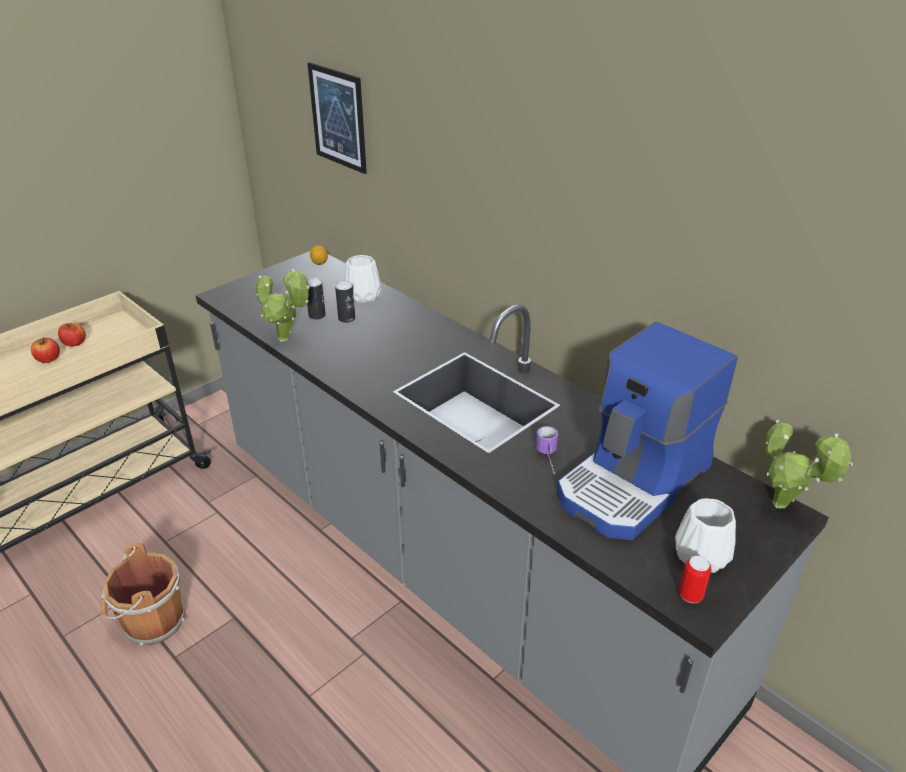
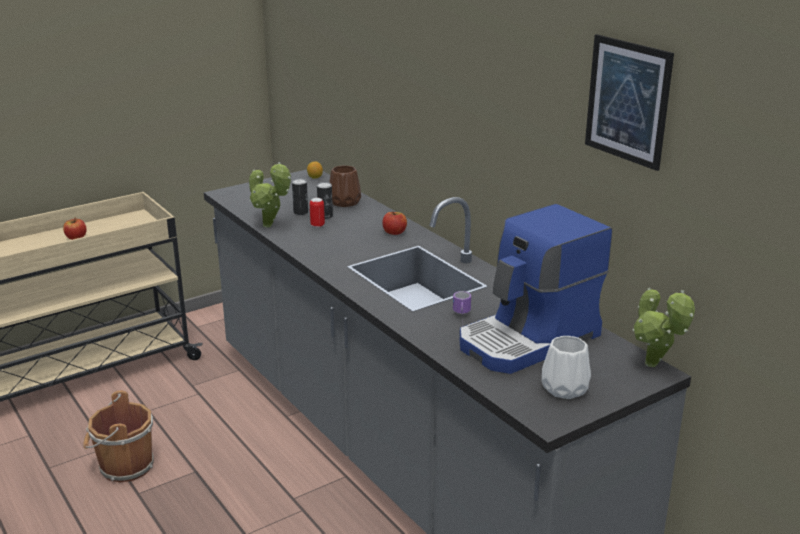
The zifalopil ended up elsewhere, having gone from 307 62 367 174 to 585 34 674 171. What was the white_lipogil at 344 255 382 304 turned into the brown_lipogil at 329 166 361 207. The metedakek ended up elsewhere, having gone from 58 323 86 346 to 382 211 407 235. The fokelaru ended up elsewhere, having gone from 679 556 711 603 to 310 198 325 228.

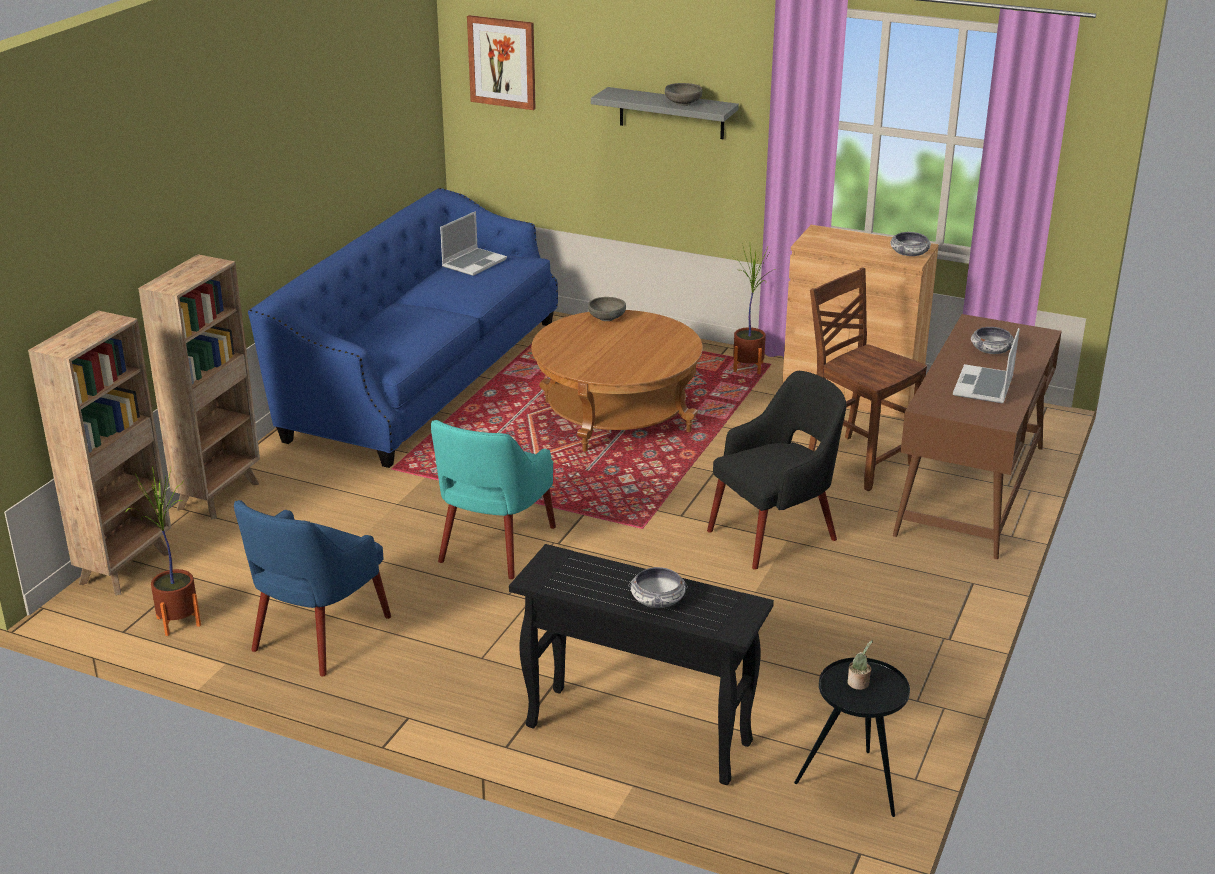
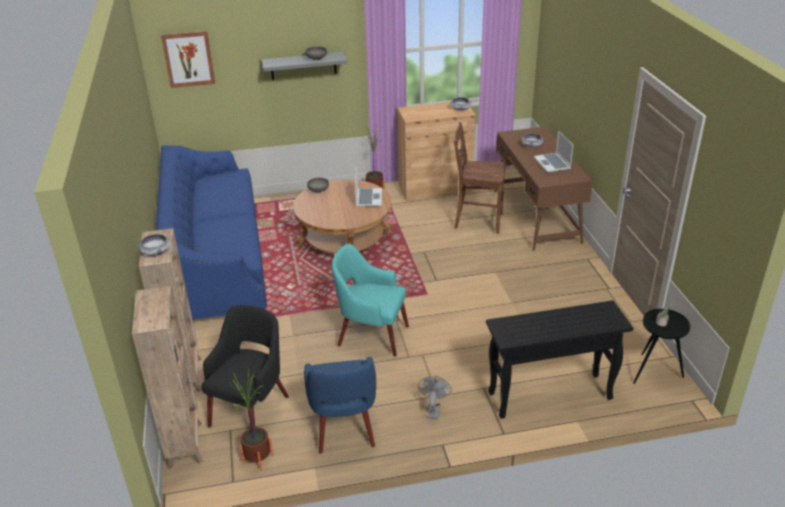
The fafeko ended up elsewhere, having gone from 440 211 507 276 to 355 167 382 207. The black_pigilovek ended up elsewhere, having gone from 707 371 846 570 to 201 305 289 428. The turquoise_pigilovek at 431 420 556 579 ended up facing another way, 120 degrees clockwise from before. The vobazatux ended up elsewhere, having gone from 629 567 688 608 to 138 234 170 256. The second view gained the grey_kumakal at 418 376 452 420.

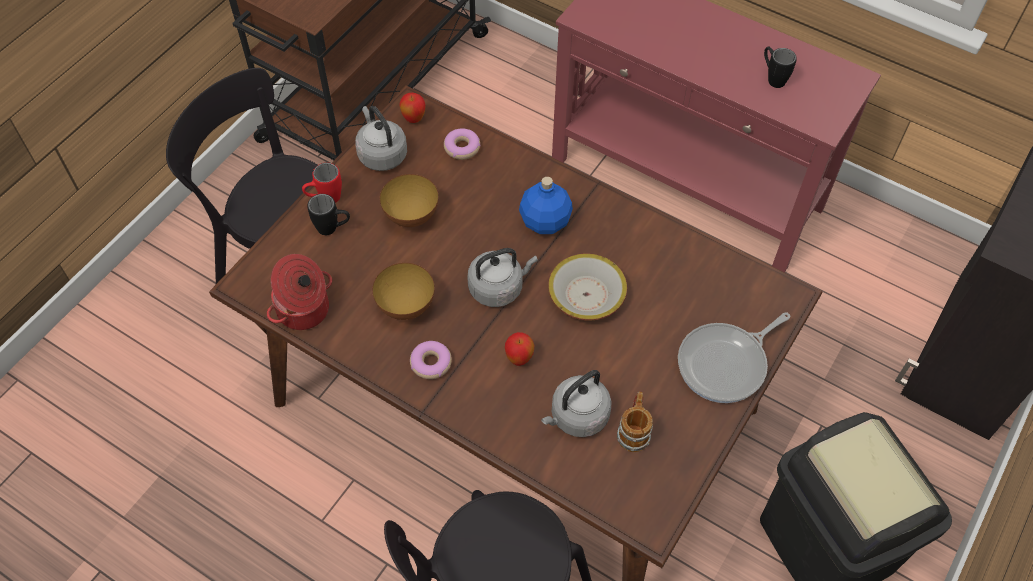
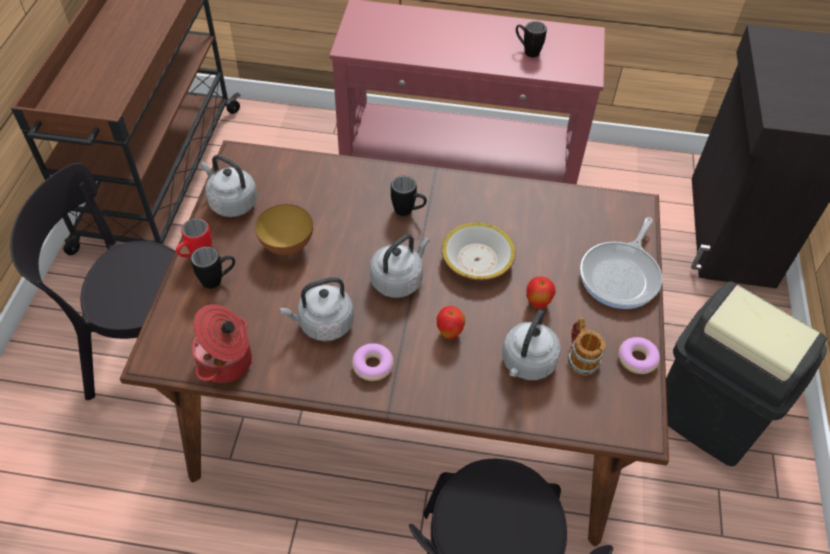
The metedakek ended up elsewhere, having gone from 399 93 425 123 to 526 277 555 309. The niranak ended up elsewhere, having gone from 444 128 481 160 to 618 337 660 374. Where the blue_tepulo stood at 519 177 573 234, the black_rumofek came to stand at 391 176 427 216. Where the vobazatux stood at 372 263 435 320, the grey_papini came to stand at 280 277 354 341.

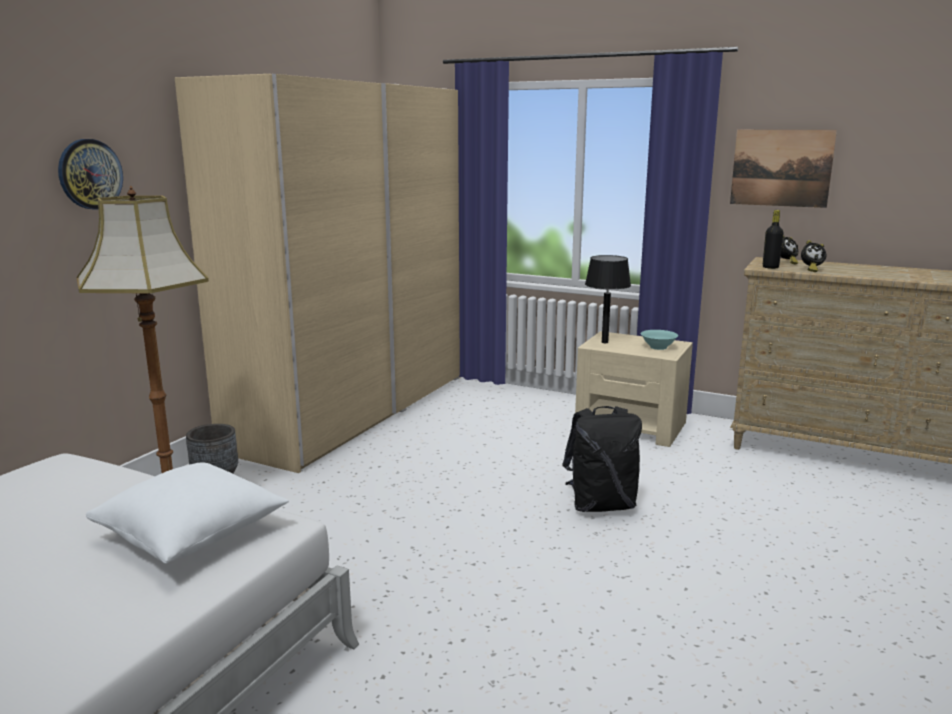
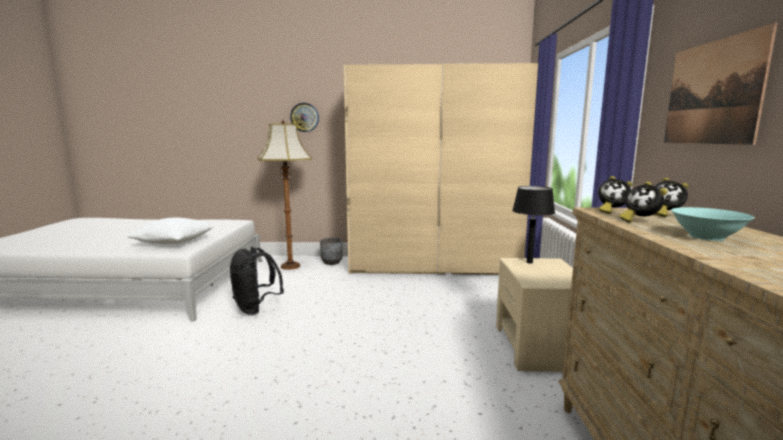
Where the black_tepulo stood at 763 210 783 269, the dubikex came to stand at 598 176 632 214. The turquoise_vobazatux ended up elsewhere, having gone from 641 330 678 350 to 671 207 755 241. The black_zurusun ended up elsewhere, having gone from 562 406 642 512 to 230 247 284 315.

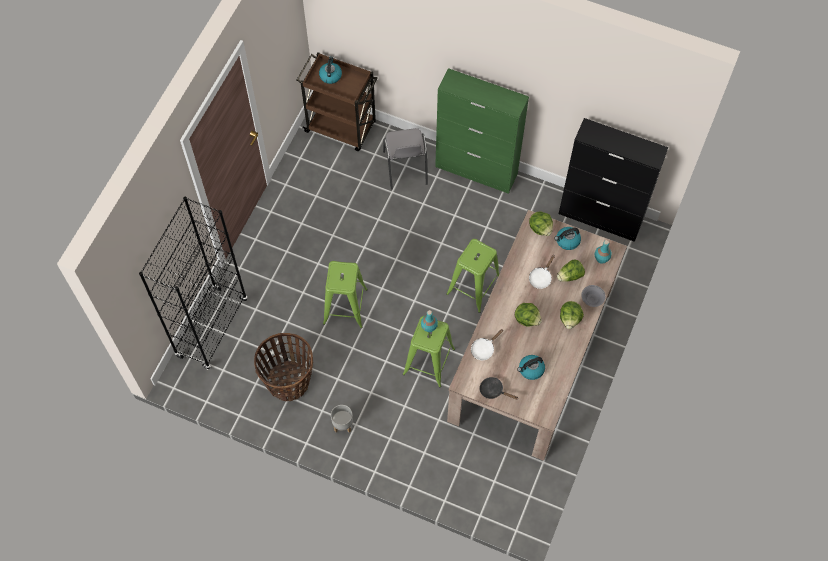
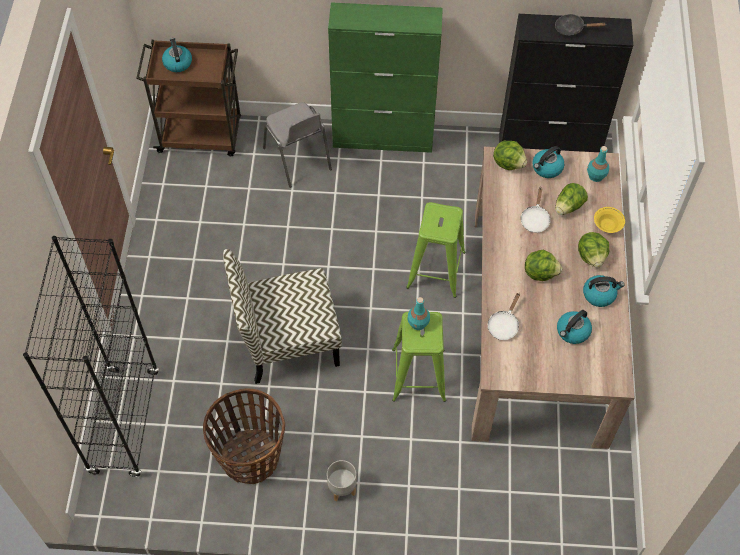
Where the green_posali stood at 323 261 368 328, the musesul came to stand at 223 249 342 384. What was the grey_vobazatux at 581 285 606 307 turned into the yellow_vobazatux at 594 207 625 233. The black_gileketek ended up elsewhere, having gone from 479 377 518 399 to 555 14 606 37. The second view gained the papini at 583 275 625 307.

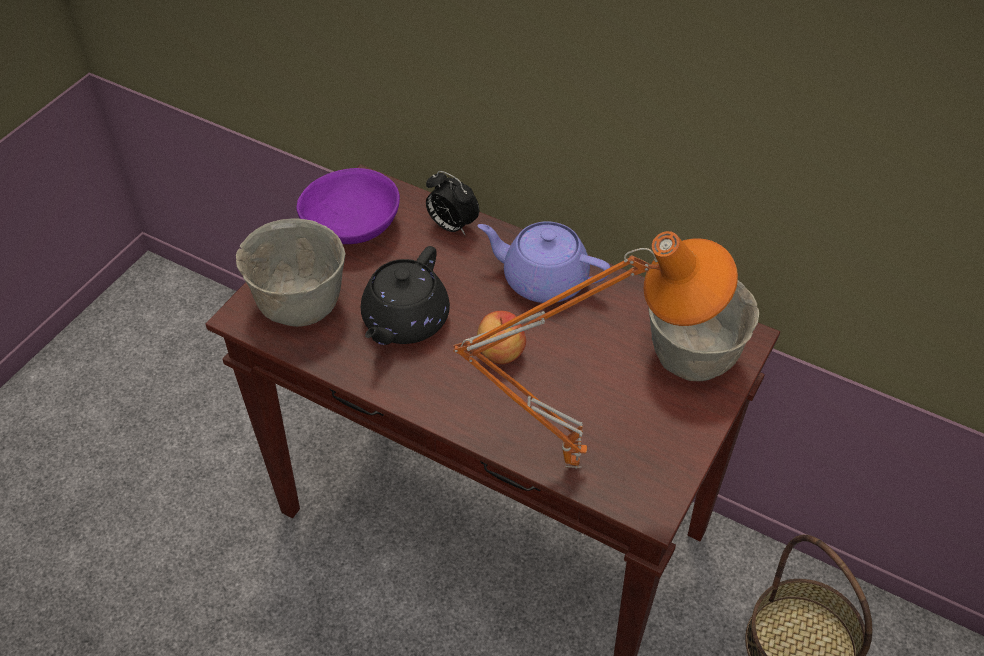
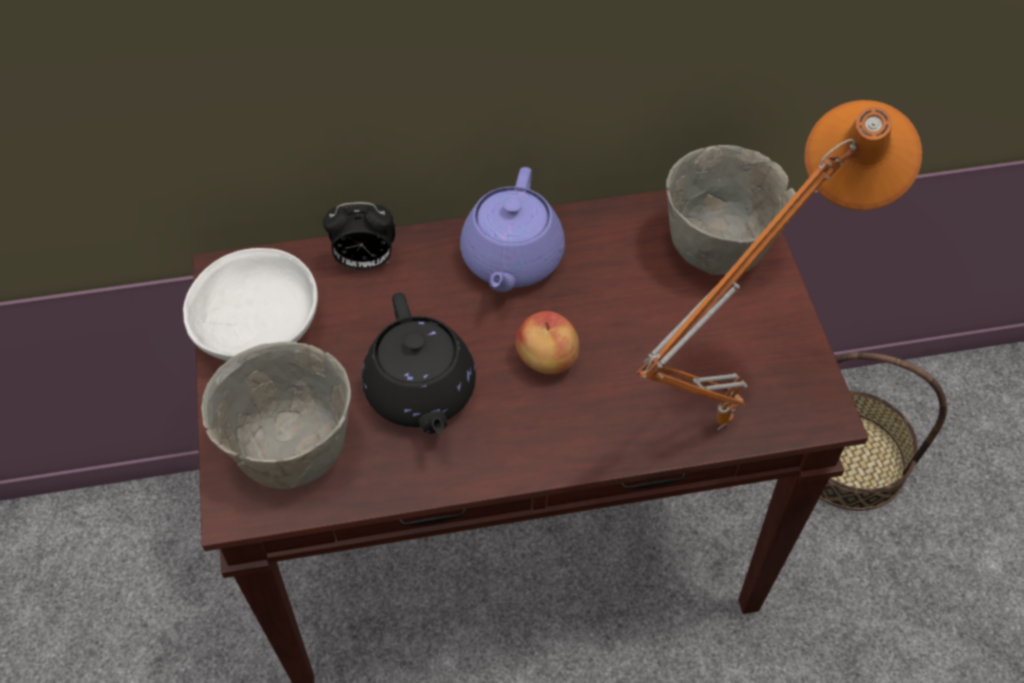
What was the purple_vobazatux at 296 168 400 244 turned into the white_vobazatux at 183 248 318 361. The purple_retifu at 478 221 610 303 ended up facing another way, 60 degrees counterclockwise from before.

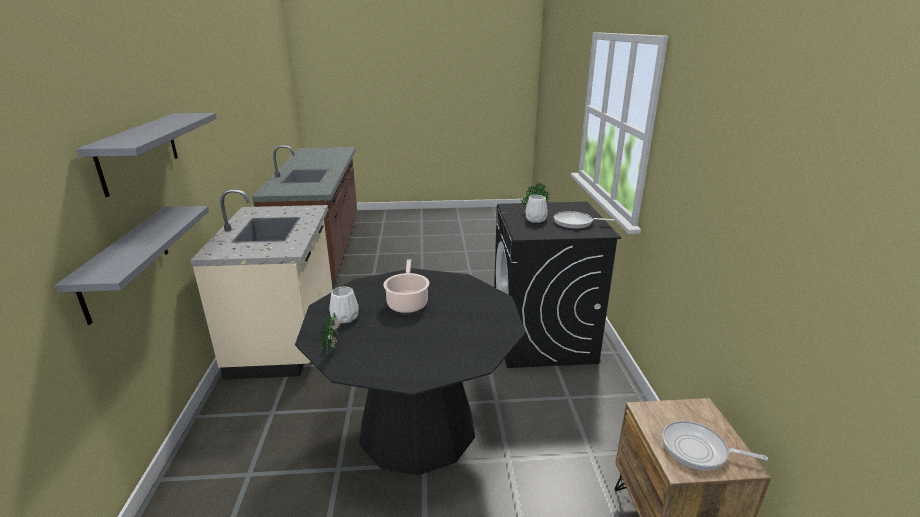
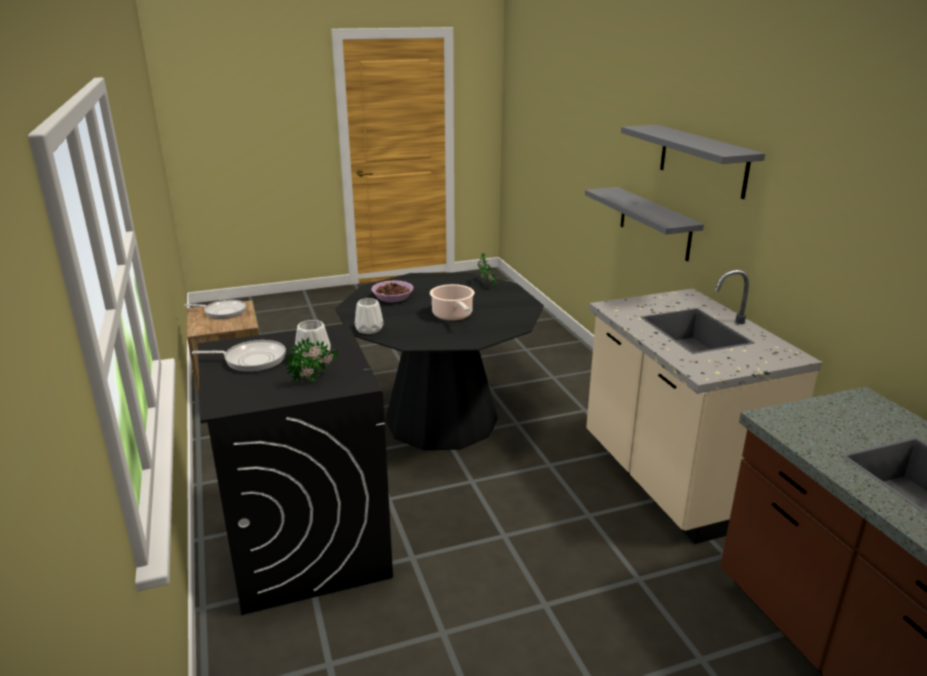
The white_lipogil ended up elsewhere, having gone from 329 286 359 324 to 355 298 384 334. The second view gained the vobazatux at 371 281 414 302.

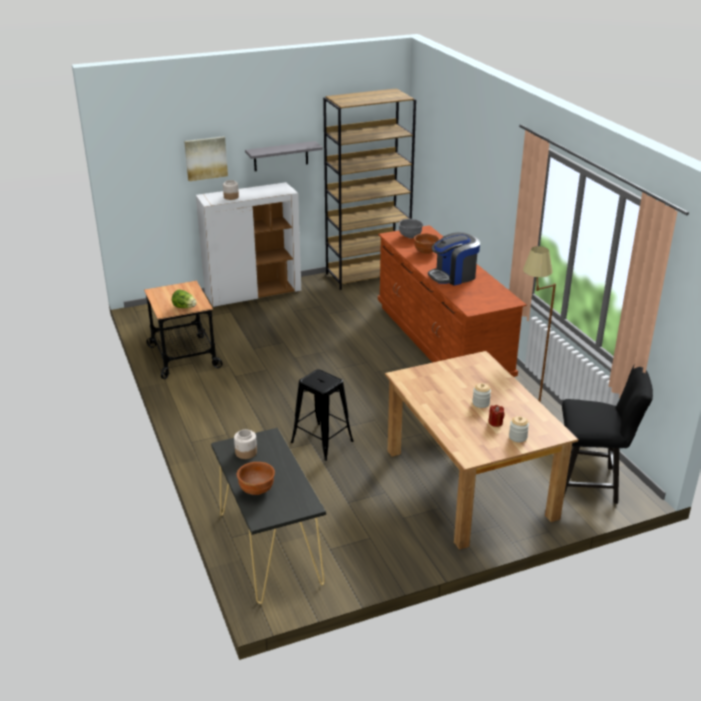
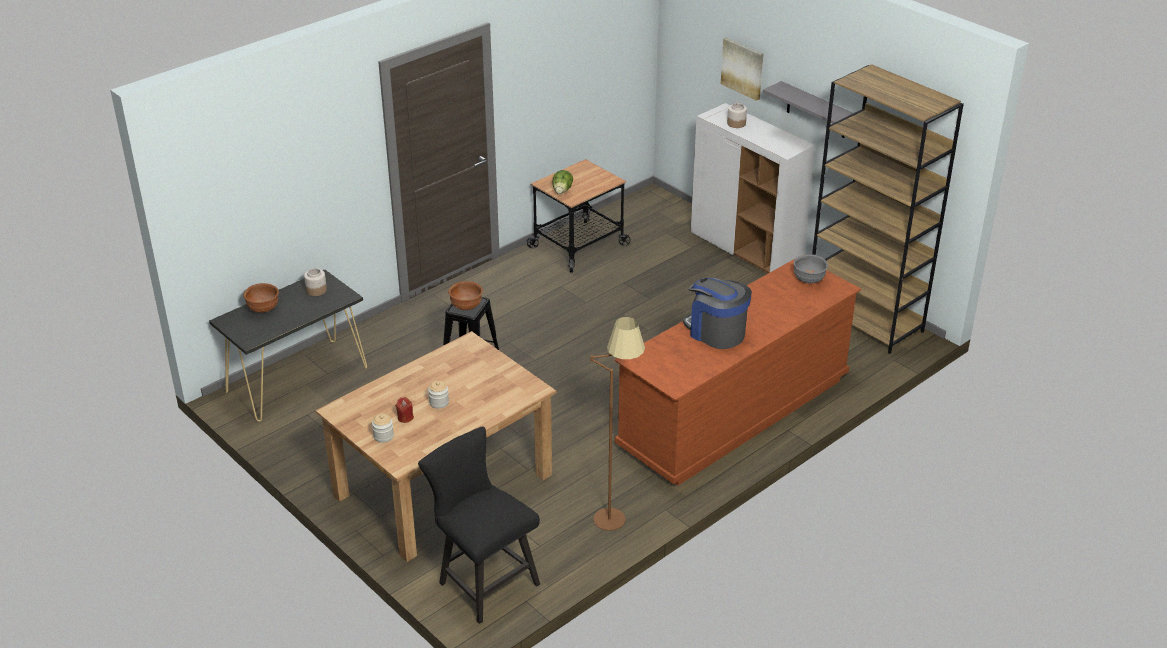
The brown_vobazatux ended up elsewhere, having gone from 414 234 440 254 to 448 281 483 310. The black_musesul at 562 365 653 504 ended up facing another way, 150 degrees clockwise from before.

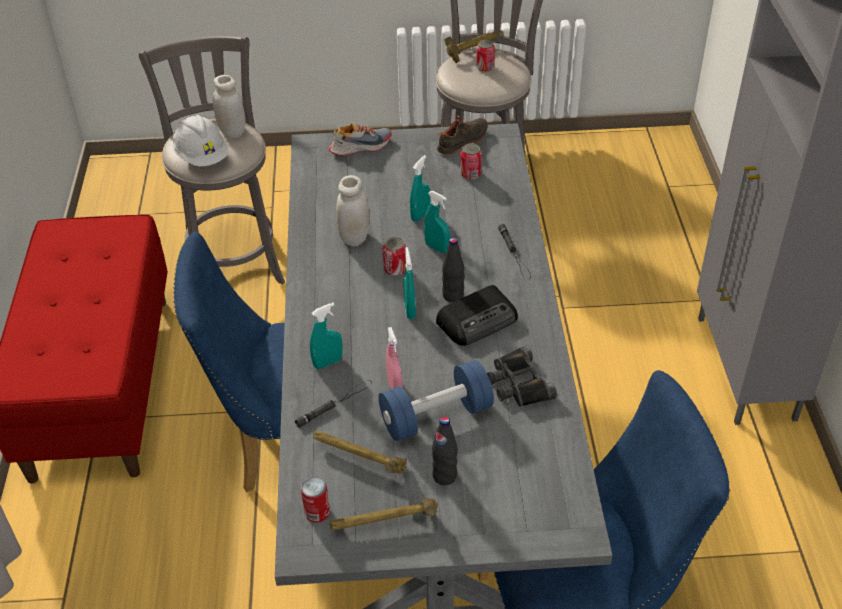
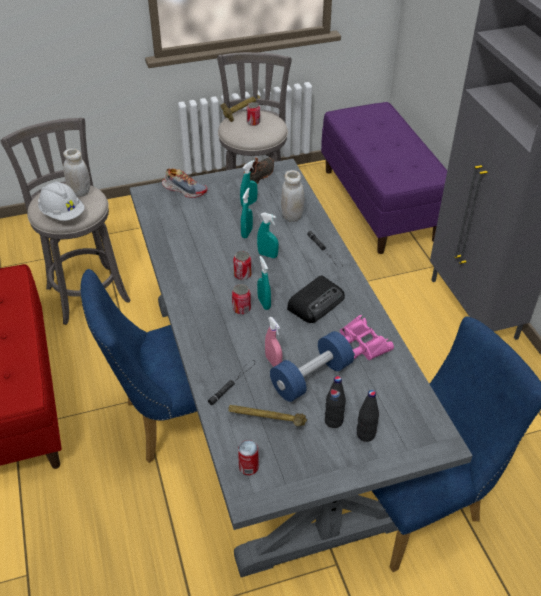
The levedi at 329 123 391 156 ended up facing another way, 60 degrees clockwise from before. The fokelaru ended up elsewhere, having gone from 460 144 482 180 to 232 284 251 314. The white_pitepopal ended up elsewhere, having gone from 336 175 370 246 to 281 170 304 222. The black_tepulo ended up elsewhere, having gone from 442 237 464 302 to 357 390 379 442. The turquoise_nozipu ended up elsewhere, having gone from 310 303 342 369 to 240 160 257 207. What was the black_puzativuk at 487 346 557 407 turned into the pink_puzativuk at 340 315 394 360. The second view lost the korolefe at 330 498 438 530. The second view gained the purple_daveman at 321 102 447 254.

